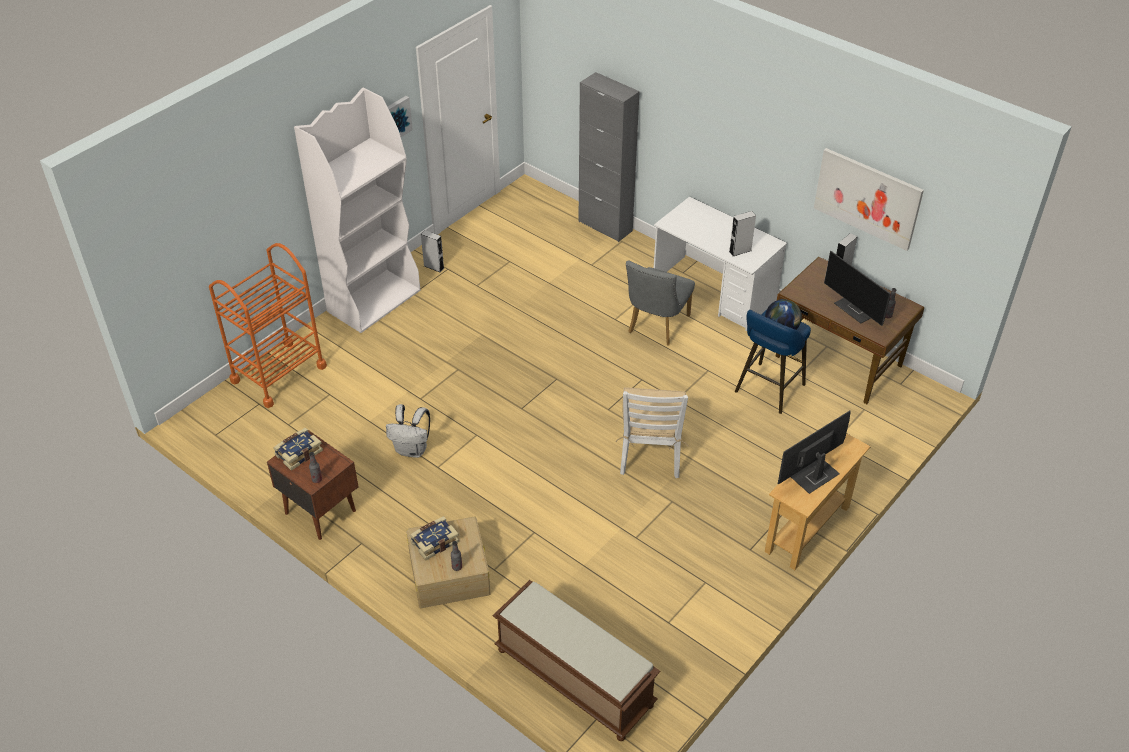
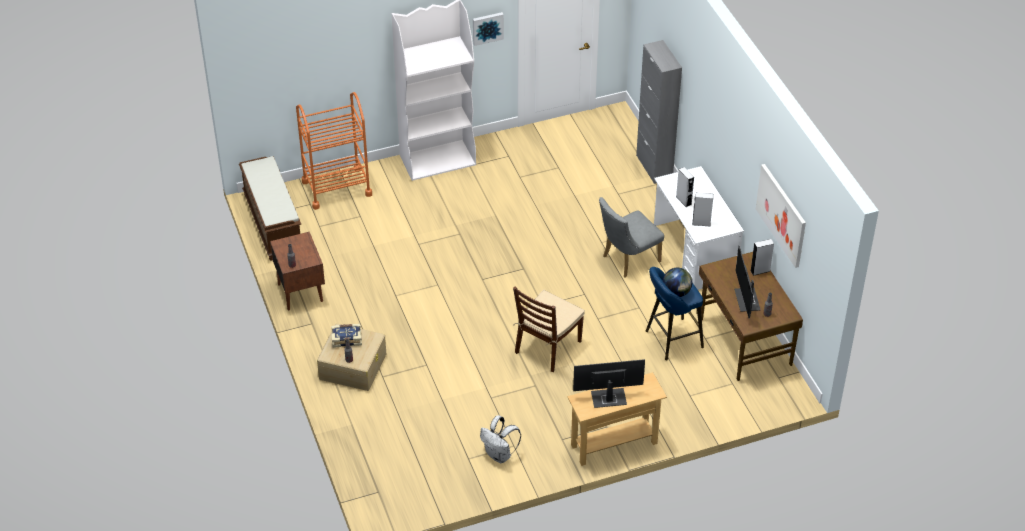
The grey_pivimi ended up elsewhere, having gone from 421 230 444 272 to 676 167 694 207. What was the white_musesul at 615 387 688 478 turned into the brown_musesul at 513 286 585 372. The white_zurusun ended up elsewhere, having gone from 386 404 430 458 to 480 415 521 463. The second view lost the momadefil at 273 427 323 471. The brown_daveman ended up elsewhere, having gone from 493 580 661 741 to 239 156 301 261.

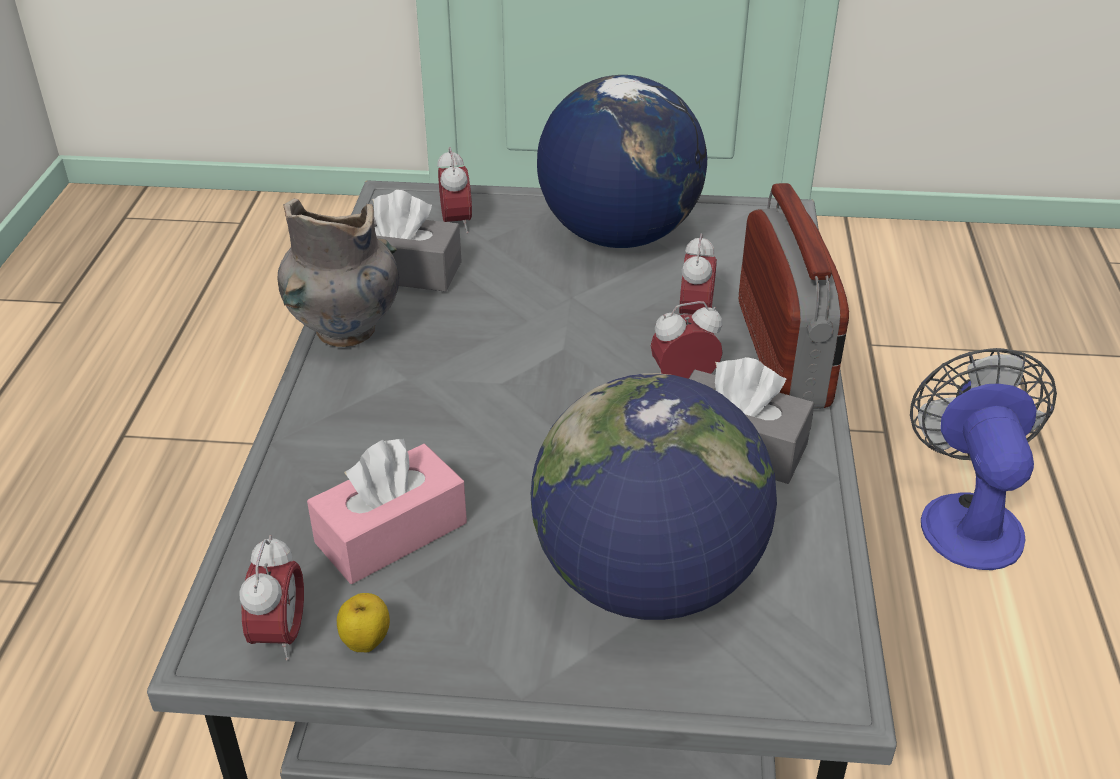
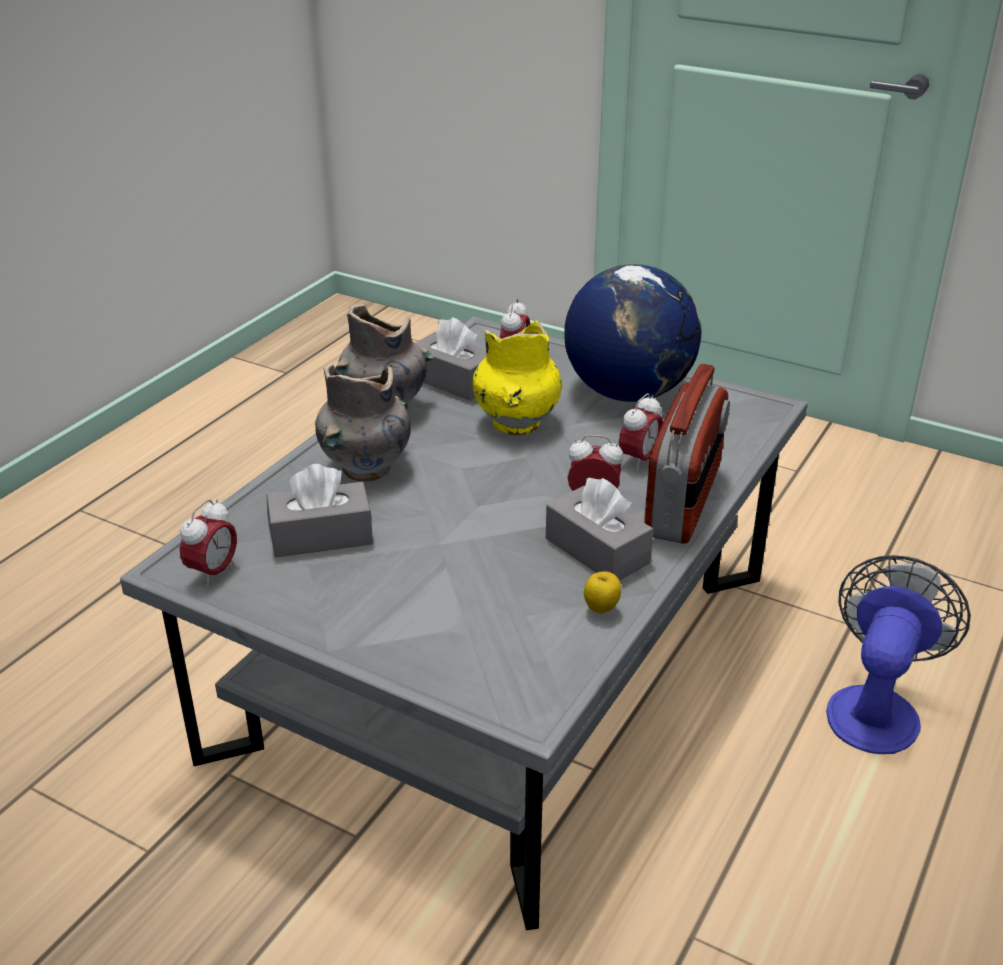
The second view lost the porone at 531 373 777 620. What was the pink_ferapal at 307 438 467 584 turned into the grey_ferapal at 267 464 373 557. The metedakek ended up elsewhere, having gone from 337 593 390 653 to 584 571 621 613. The second view gained the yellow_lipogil at 473 321 562 435. The second view gained the grey_lipogil at 315 364 411 482.

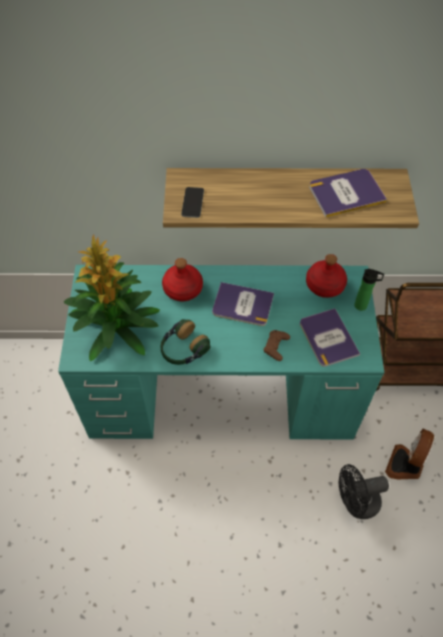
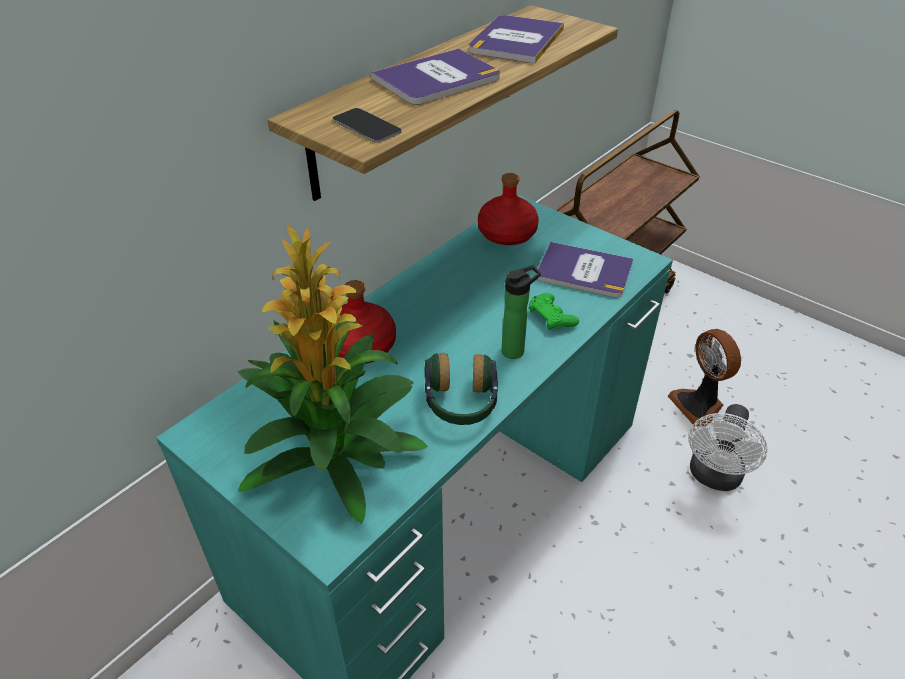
The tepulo ended up elsewhere, having gone from 354 269 384 311 to 502 265 541 359. The momadefil ended up elsewhere, having gone from 212 282 274 326 to 371 48 500 105. What was the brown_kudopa at 264 330 290 361 turned into the green_kudopa at 529 293 579 330. What was the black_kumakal at 339 464 389 519 turned into the white_kumakal at 689 404 767 491.

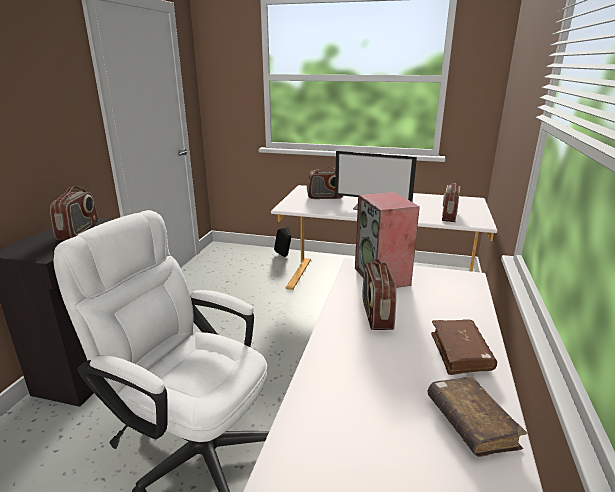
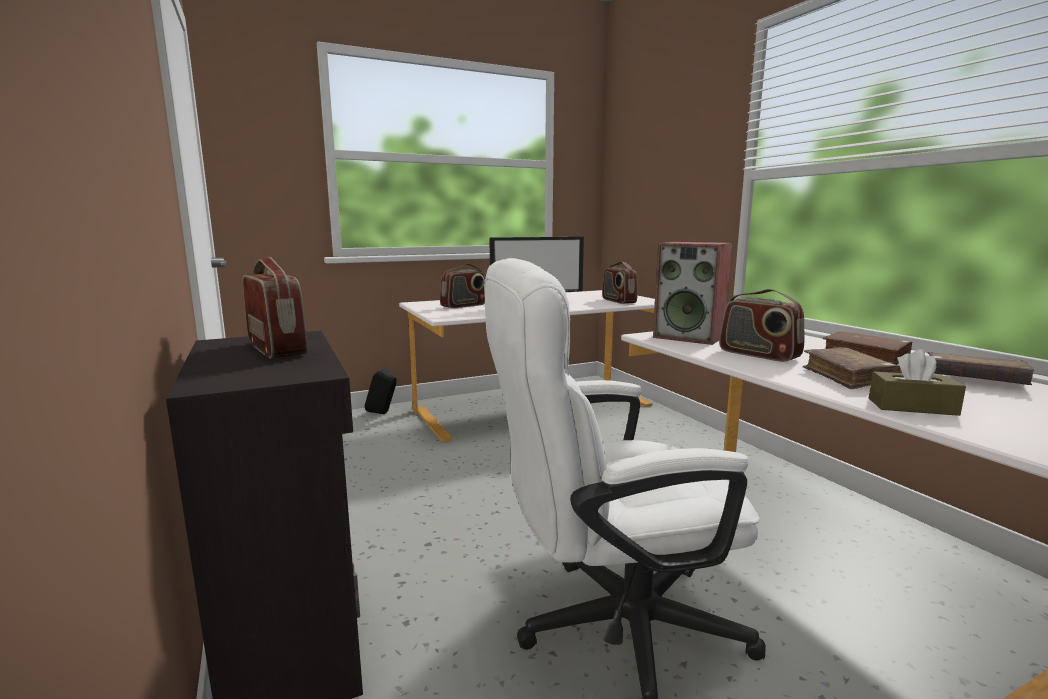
The second view gained the brown_momadefil at 803 347 902 389. The second view gained the brown_ferapal at 869 349 966 416.

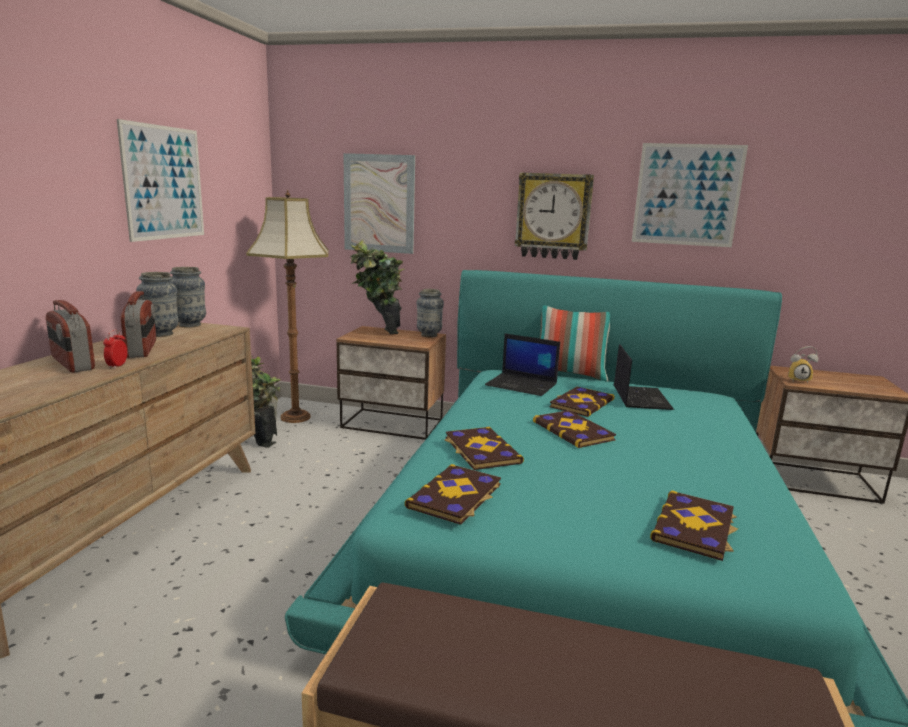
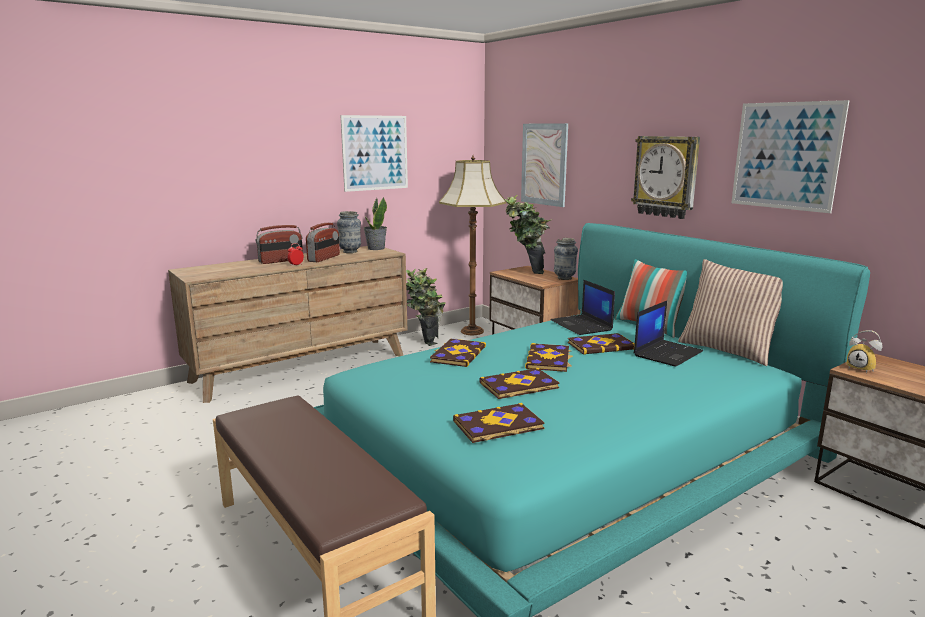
Where the lipogil stood at 170 267 206 328, the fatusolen came to stand at 363 197 387 250. The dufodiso at 46 300 95 372 ended up facing another way, 120 degrees counterclockwise from before. The momadefil ended up elsewhere, having gone from 405 464 501 525 to 480 368 560 399. The second view gained the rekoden at 678 259 783 366.

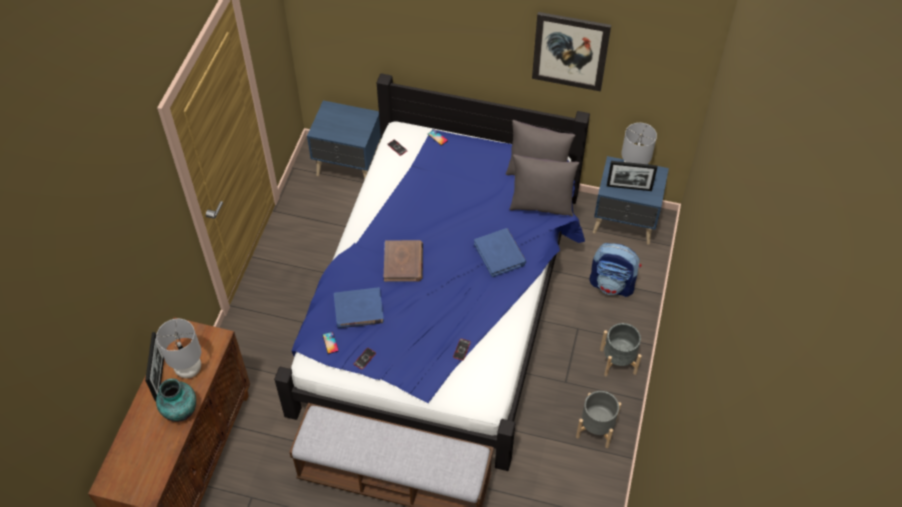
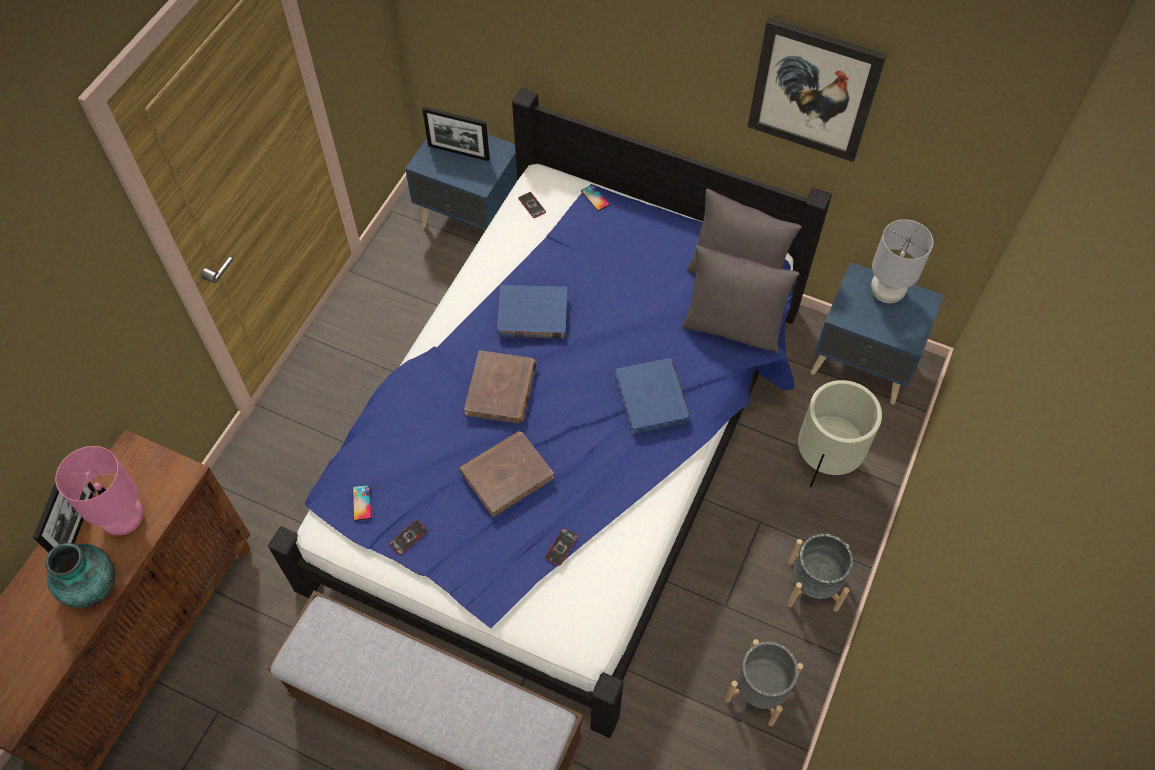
The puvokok ended up elsewhere, having gone from 607 161 657 191 to 422 107 490 161. Where the zurusun stood at 589 243 641 297, the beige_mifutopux came to stand at 798 380 882 487. The blue_momadefil ended up elsewhere, having gone from 334 287 384 328 to 497 285 567 339. What was the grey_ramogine at 156 319 201 378 turned into the pink_ramogine at 55 446 143 535. The second view gained the brown_momadefil at 459 432 554 517.

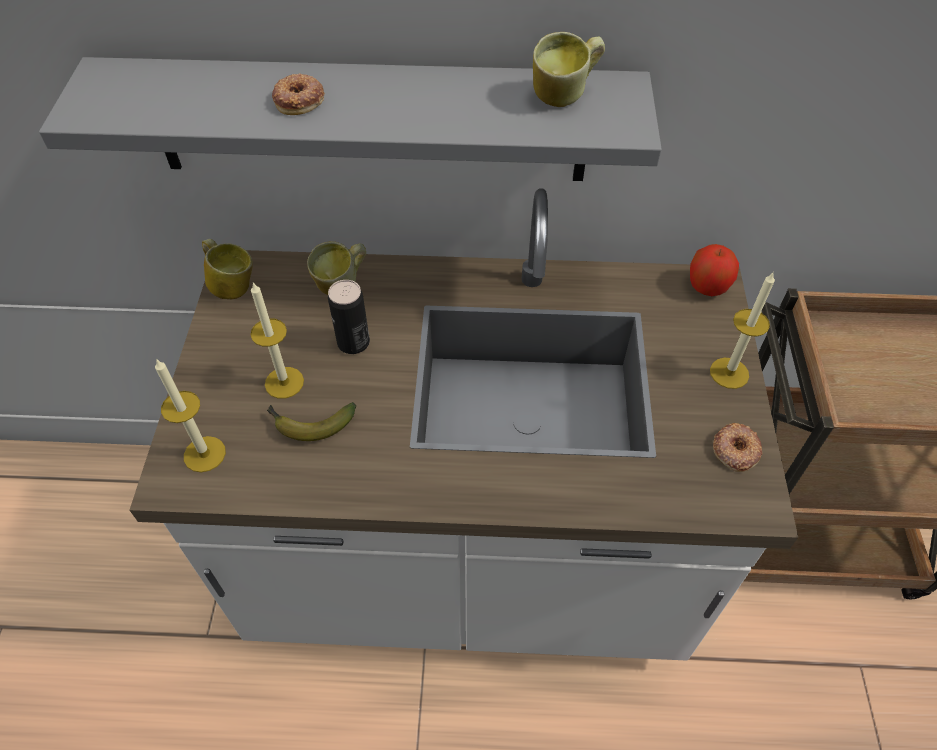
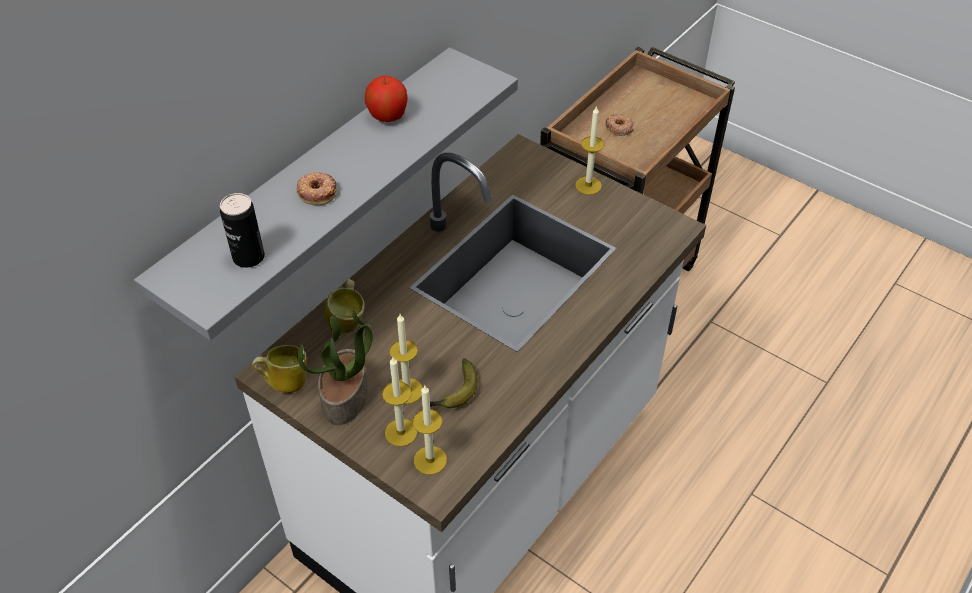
The second view lost the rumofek at 533 32 605 107. The metedakek ended up elsewhere, having gone from 690 244 739 296 to 365 76 408 122. The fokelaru ended up elsewhere, having gone from 328 280 370 354 to 220 193 265 268. The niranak ended up elsewhere, having gone from 713 423 762 472 to 605 114 633 136. The second view gained the fatusolen at 298 311 373 425. The second view gained the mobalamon at 382 357 418 447.

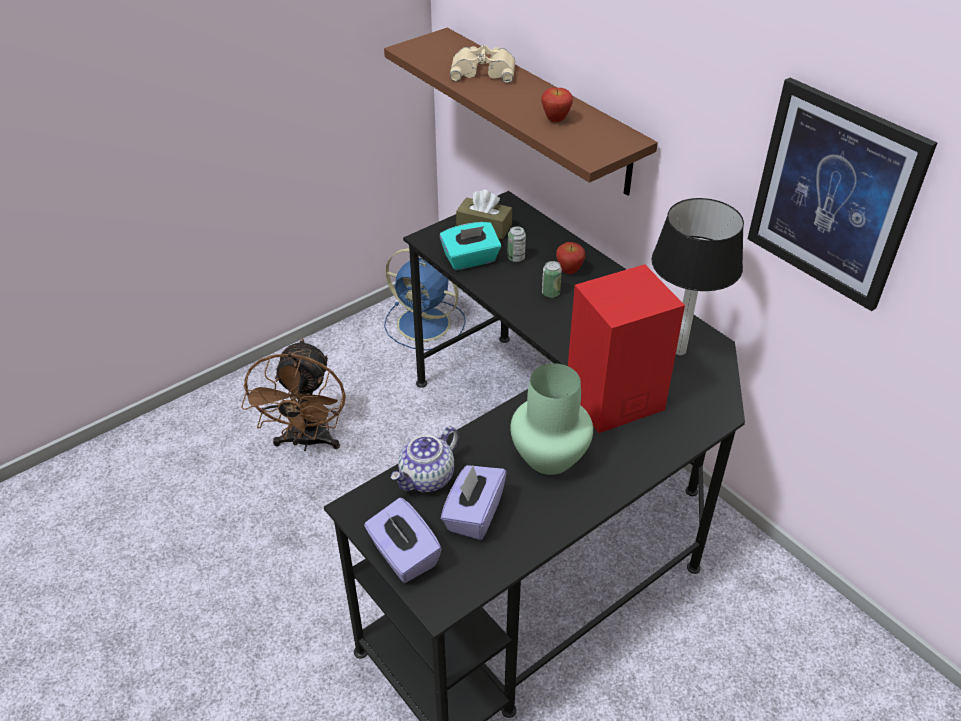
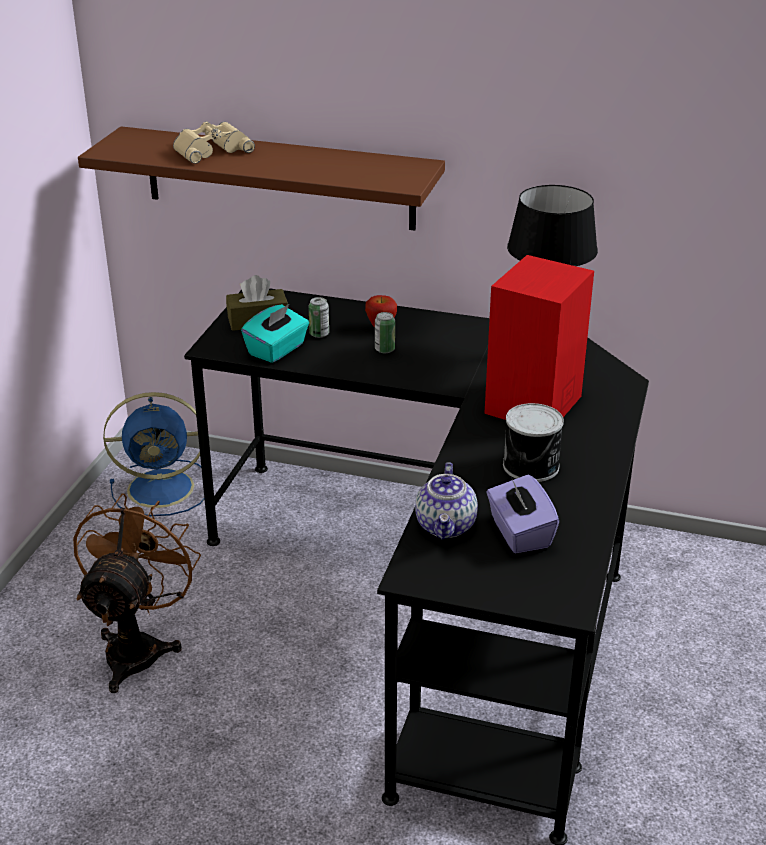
The second view lost the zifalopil at 747 78 937 311. The second view lost the metedakek at 541 88 573 122. The brown_kumakal at 241 339 346 451 ended up facing another way, 135 degrees counterclockwise from before. Where the green_lipogil stood at 510 363 593 475, the fokelaru came to stand at 503 403 564 482. The second view lost the purple_ferapal at 364 498 442 583.

